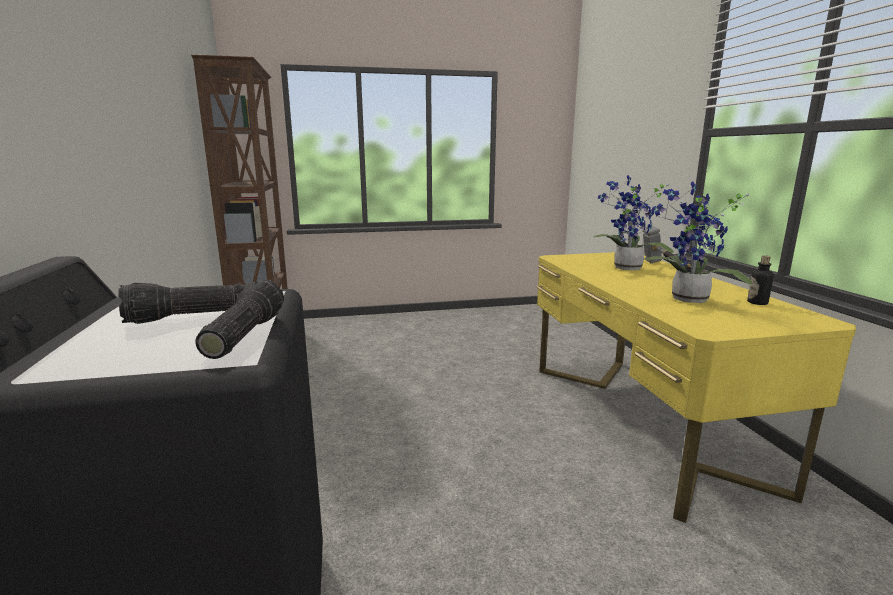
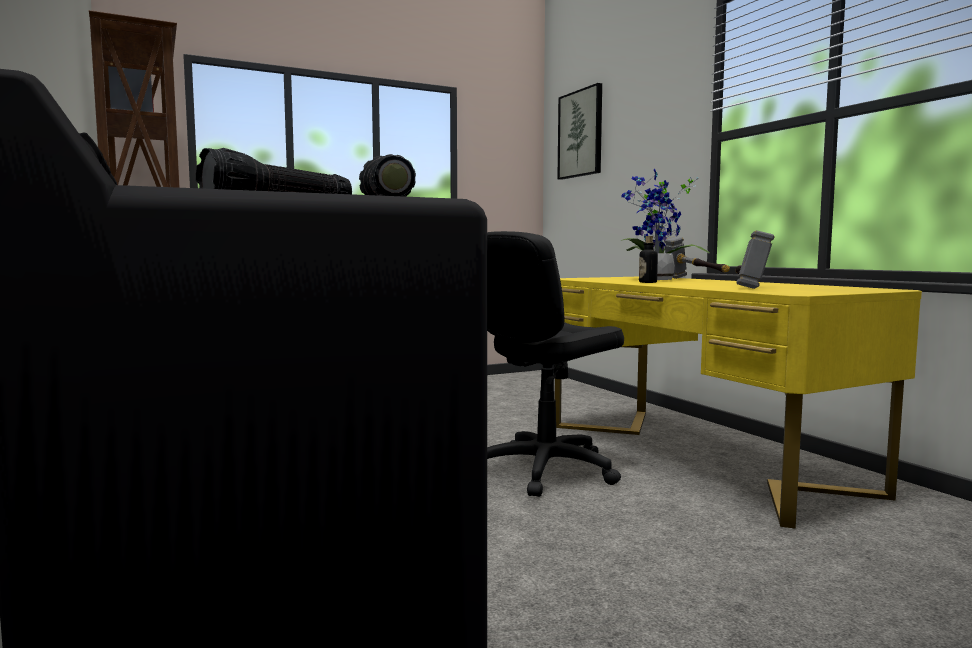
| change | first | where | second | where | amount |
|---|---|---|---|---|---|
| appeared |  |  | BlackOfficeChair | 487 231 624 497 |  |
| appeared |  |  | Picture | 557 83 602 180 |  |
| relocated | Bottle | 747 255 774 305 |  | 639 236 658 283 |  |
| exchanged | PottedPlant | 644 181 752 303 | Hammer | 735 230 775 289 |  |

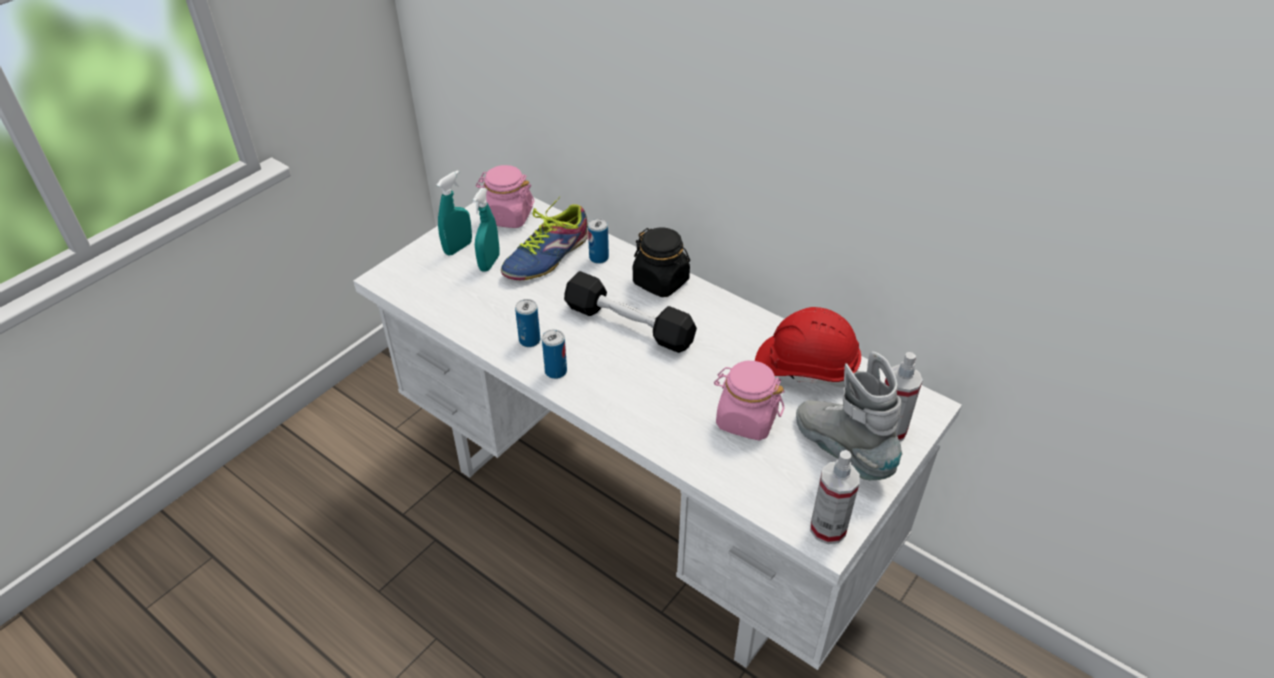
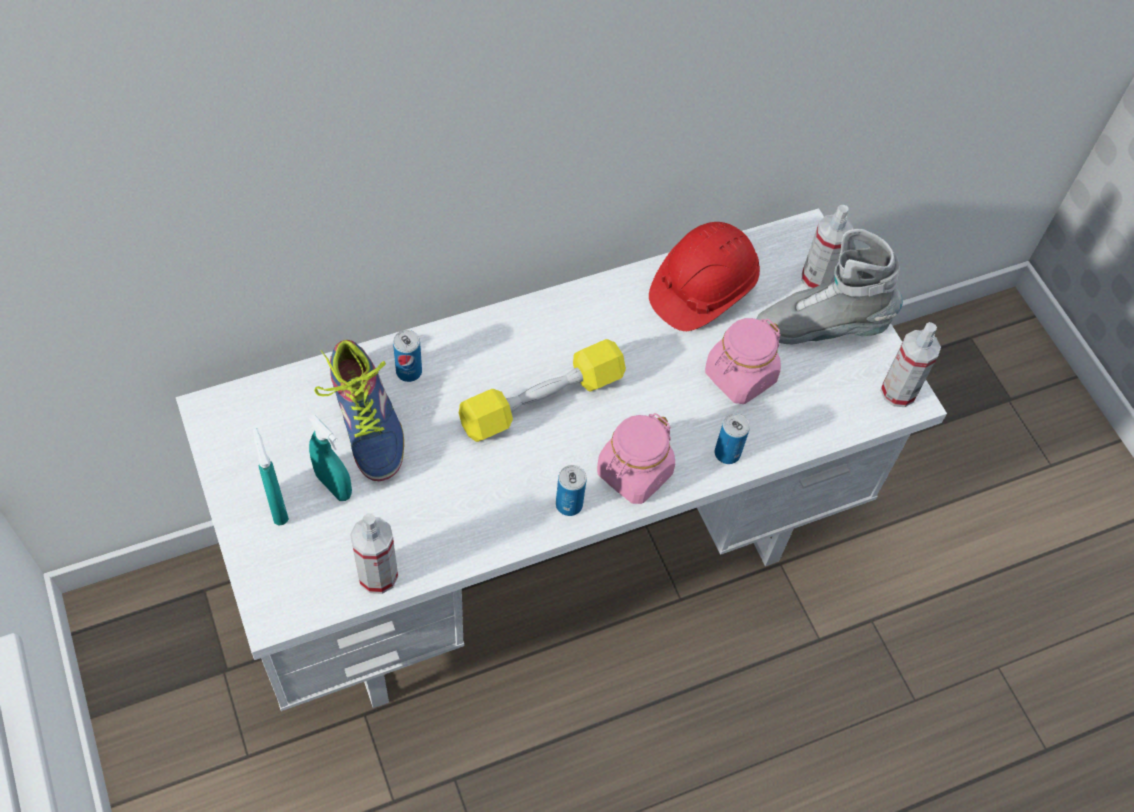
| change | first | where | second | where | amount |
|---|---|---|---|---|---|
| appeared |  |  | SprayBottle | 350 513 398 594 |  |
| colour | BlackDumbbell | 564 271 697 353 | YellowDumbbell | 459 339 626 442 |  |
| relocated | PinkJar | 476 165 534 228 |  | 597 413 675 504 |  |
| relocated | Can | 515 299 540 347 |  | 715 413 750 464 |  |
| missing | BlackJar | 633 228 690 297 |  |  |  |

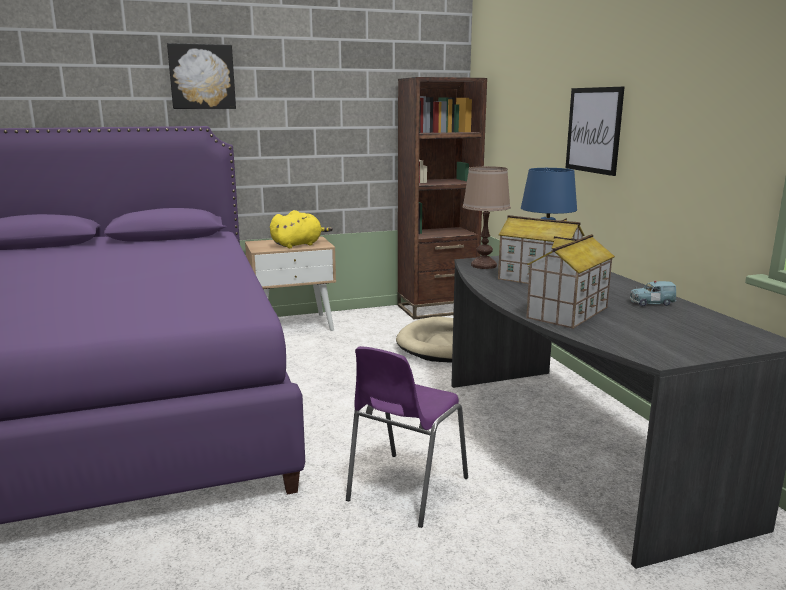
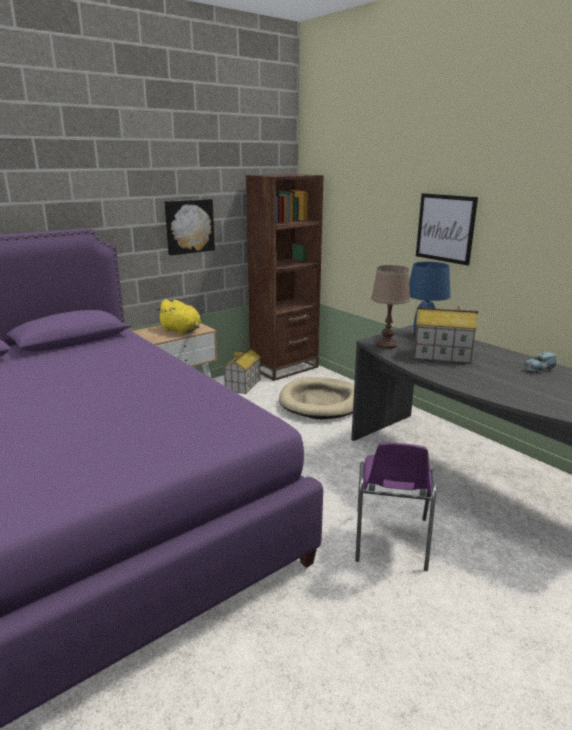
| change | first | where | second | where | amount |
|---|---|---|---|---|---|
| spun | YellowPlushToy | 270 210 333 248 |  | 156 299 201 335 | 90 degrees clockwise |
| relocated | Picture | 167 43 236 109 |  | 165 199 215 255 |  |
| relocated | ToyHouse | 526 234 615 329 |  | 223 347 261 394 |  |

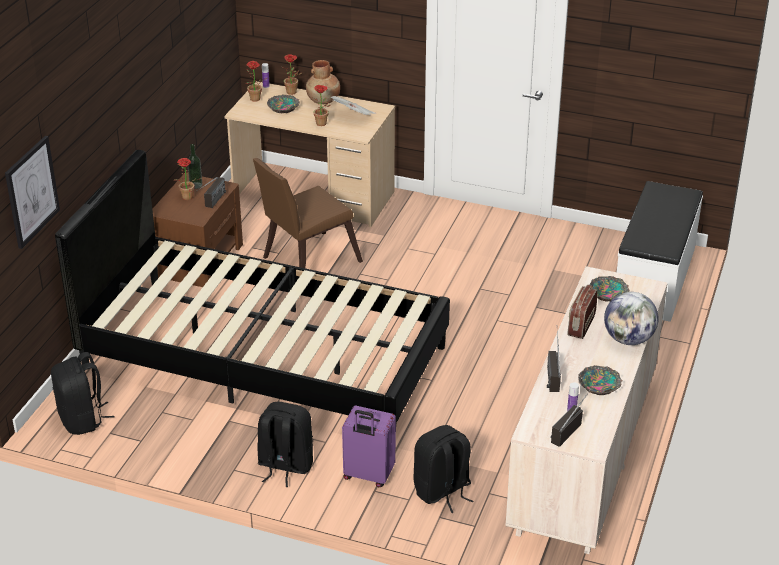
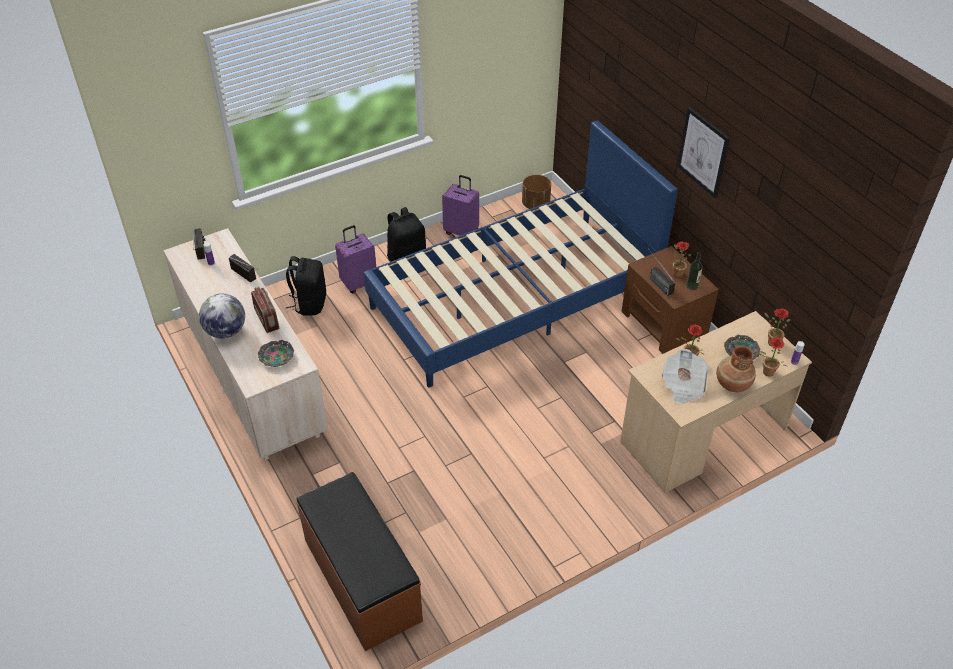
| change | first | where | second | where | amount |
|---|---|---|---|---|---|
| colour | WhiteBench | 617 181 703 322 | BrownBench | 296 472 423 651 |  |
| colour | BlackBed | 55 150 450 423 | BlueBed | 364 120 678 387 |  |
| appeared |  |  | PurpleSuitcase | 442 175 479 236 |  |
| exchanged | BlackBackpack | 51 352 115 435 | BrownPlanter | 522 175 551 209 |  |
| relocated | Picture | 5 136 60 249 |  | 677 107 730 198 |  |
| missing | BrownChair | 253 158 363 268 |  |  |  |
| missing | Bowl | 578 365 622 395 |  |  |  |

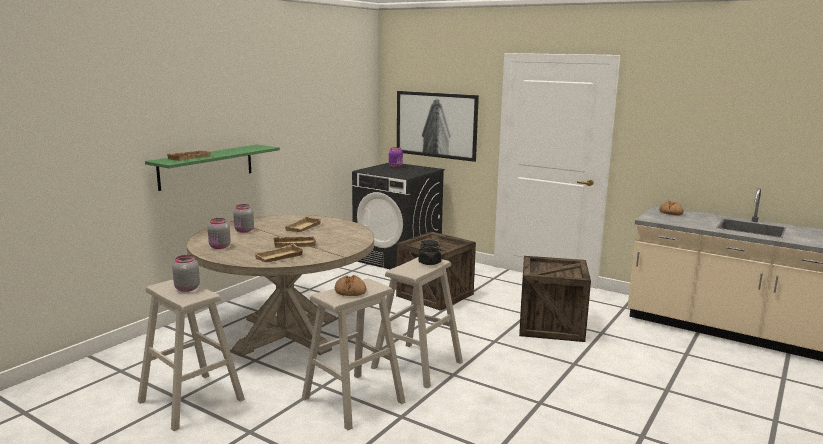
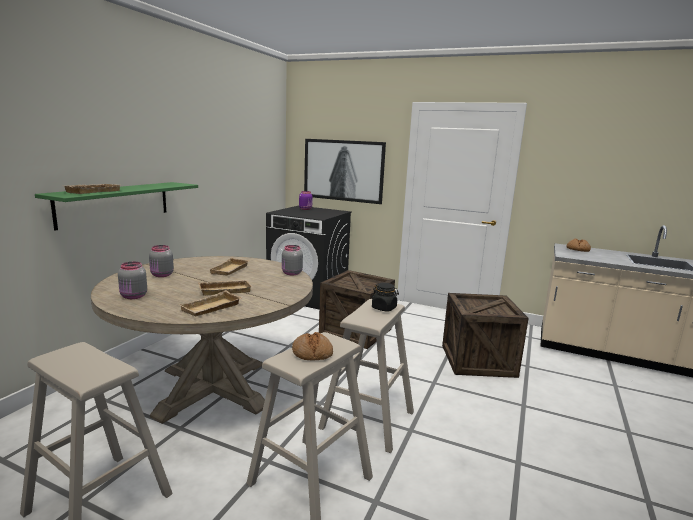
| change | first | where | second | where | amount |
|---|---|---|---|---|---|
| relocated | GreyJar | 172 255 200 292 |  | 282 245 303 275 |  |

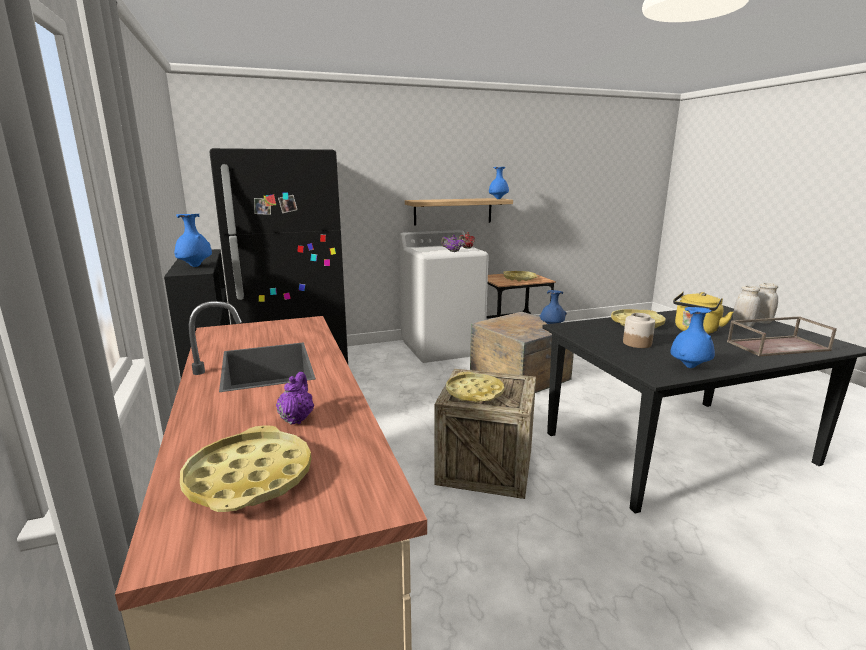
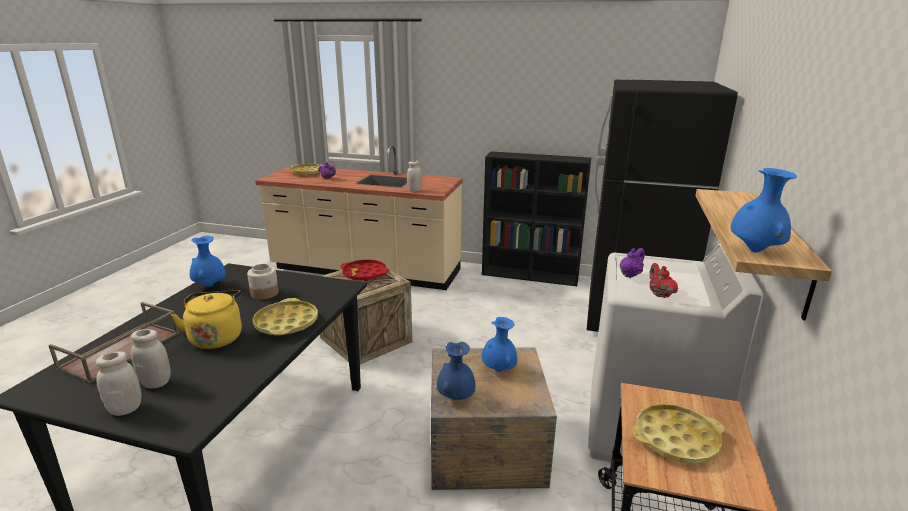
| change | first | where | second | where | amount |
|---|---|---|---|---|---|
| colour | YellowTray | 446 372 504 403 | RedTray | 340 260 389 281 |  |
| appeared |  |  | WhiteJar | 407 160 422 192 |  |
| relocated | BlueVase | 174 214 212 267 |  | 482 317 517 372 |  |

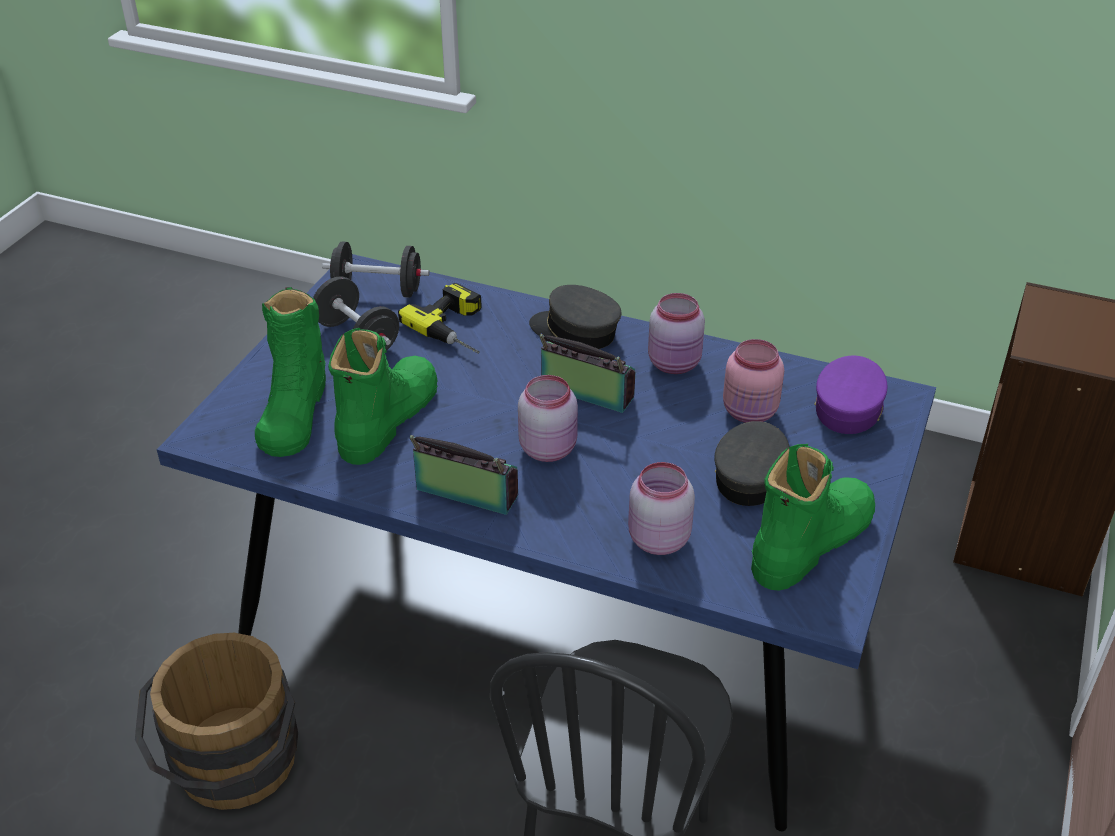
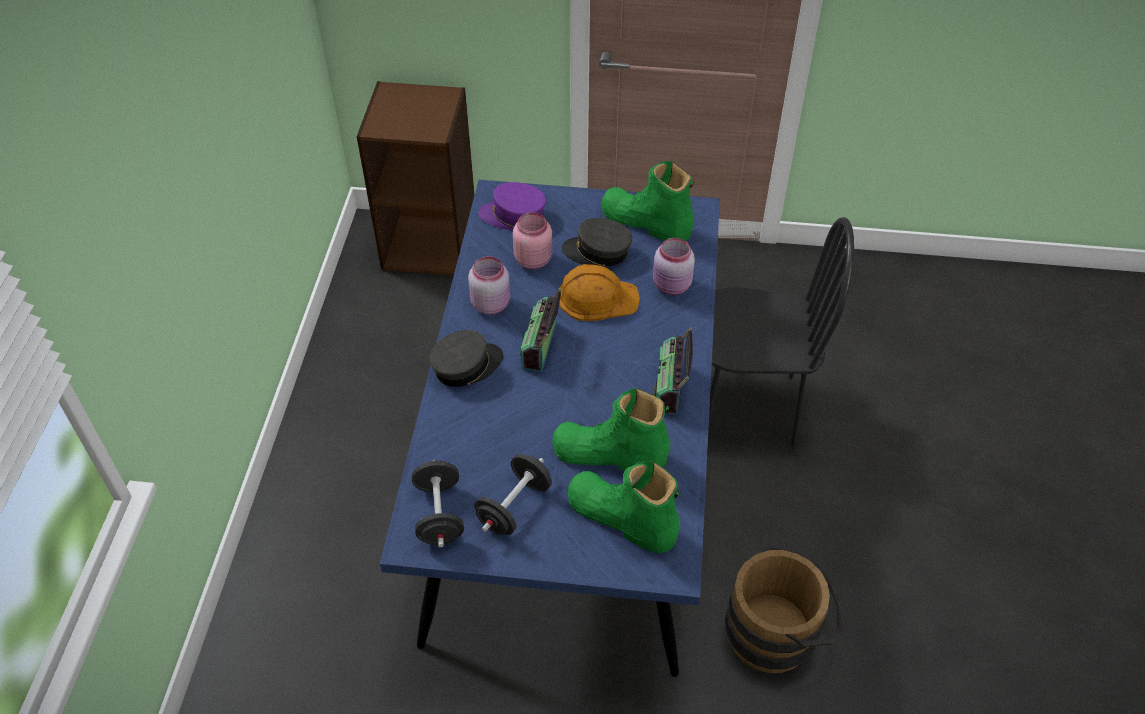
| change | first | where | second | where | amount |
|---|---|---|---|---|---|
| spun | GreyCap | 529 285 622 349 |  | 429 330 503 387 | 135 degrees counterclockwise |
| appeared |  |  | OrangeHardHat | 558 264 640 321 |  |
| spun | GreenBoot | 255 287 326 457 |  | 568 461 680 554 | 135 degrees counterclockwise |
| missing | PowerDrill | 398 283 482 354 |  |  |  |
| missing | PinkJar | 518 375 578 462 |  |  |  |

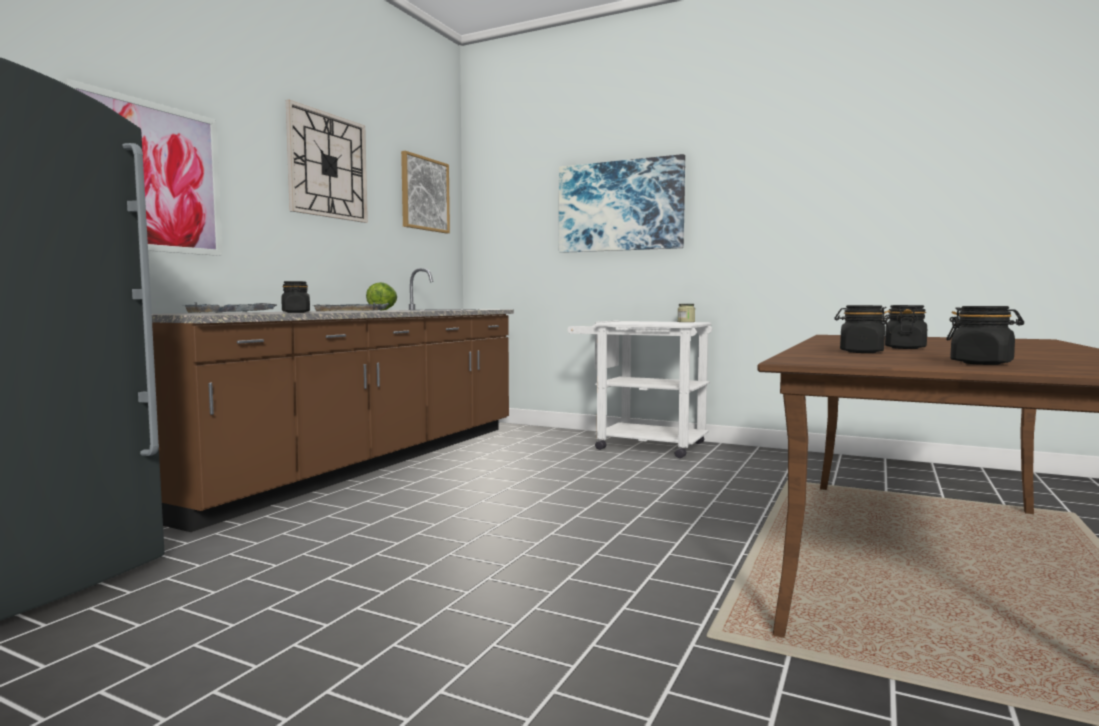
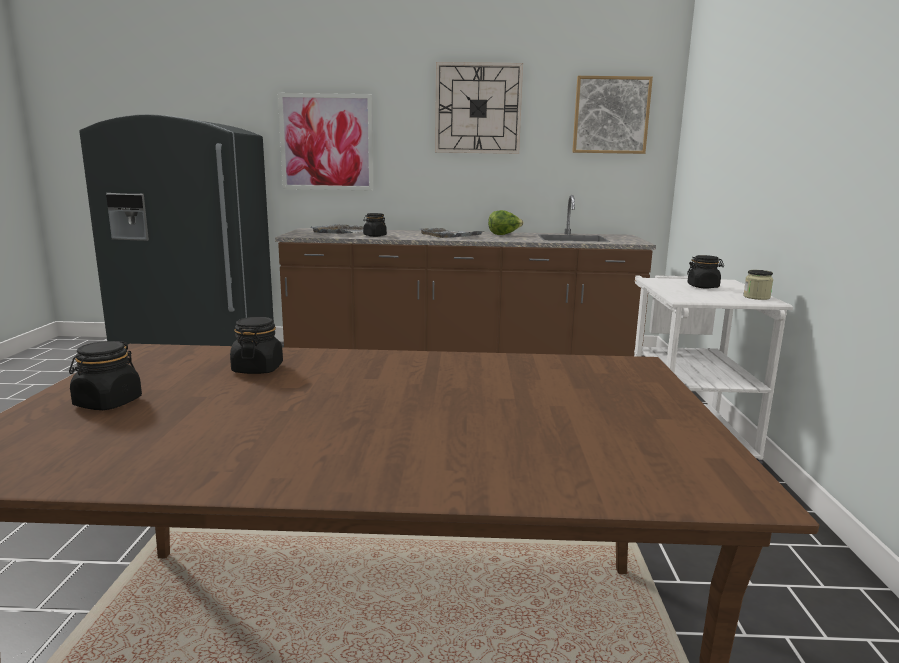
| change | first | where | second | where | amount |
|---|---|---|---|---|---|
| relocated | BlackJar | 885 305 927 349 |  | 687 255 724 289 |  |
| missing | Picture | 559 154 685 253 |  |  |  |

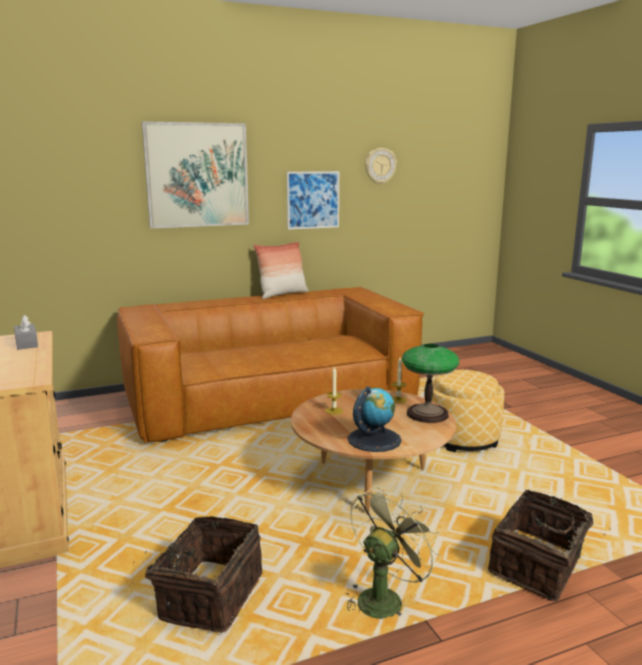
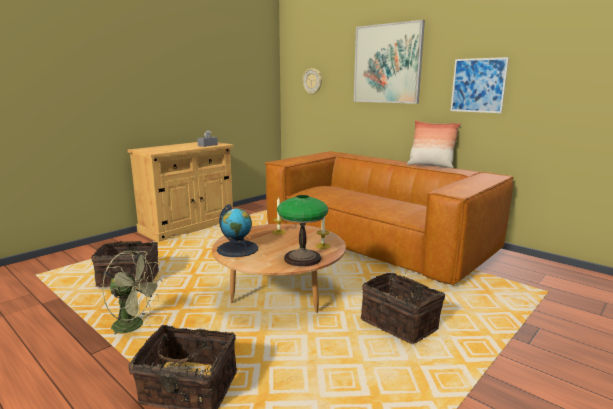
| change | first | where | second | where | amount |
|---|---|---|---|---|---|
| relocated | WallClock | 365 148 397 185 |  | 302 68 322 95 |  |
| exchanged | Ottoman | 432 370 505 452 | Basket | 360 273 445 344 |  |

